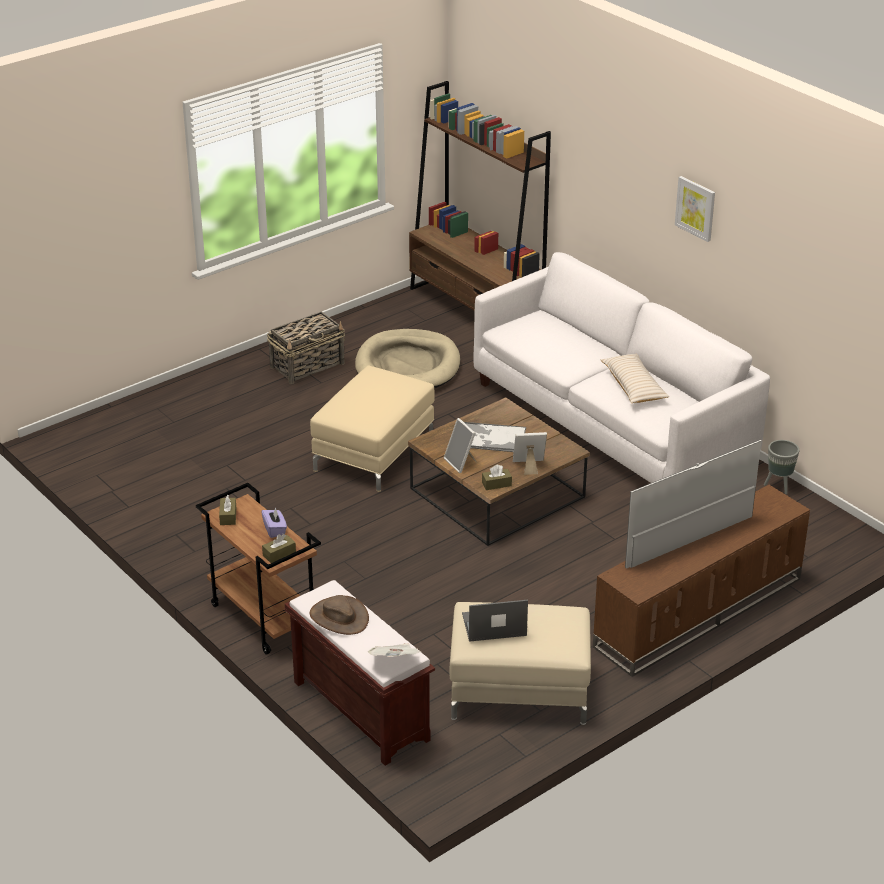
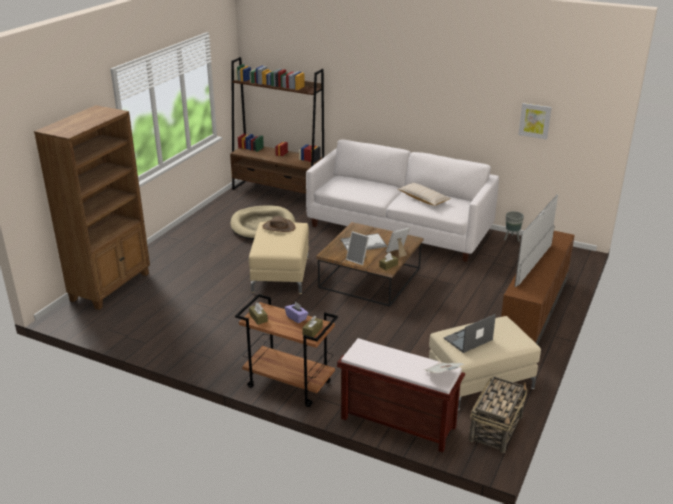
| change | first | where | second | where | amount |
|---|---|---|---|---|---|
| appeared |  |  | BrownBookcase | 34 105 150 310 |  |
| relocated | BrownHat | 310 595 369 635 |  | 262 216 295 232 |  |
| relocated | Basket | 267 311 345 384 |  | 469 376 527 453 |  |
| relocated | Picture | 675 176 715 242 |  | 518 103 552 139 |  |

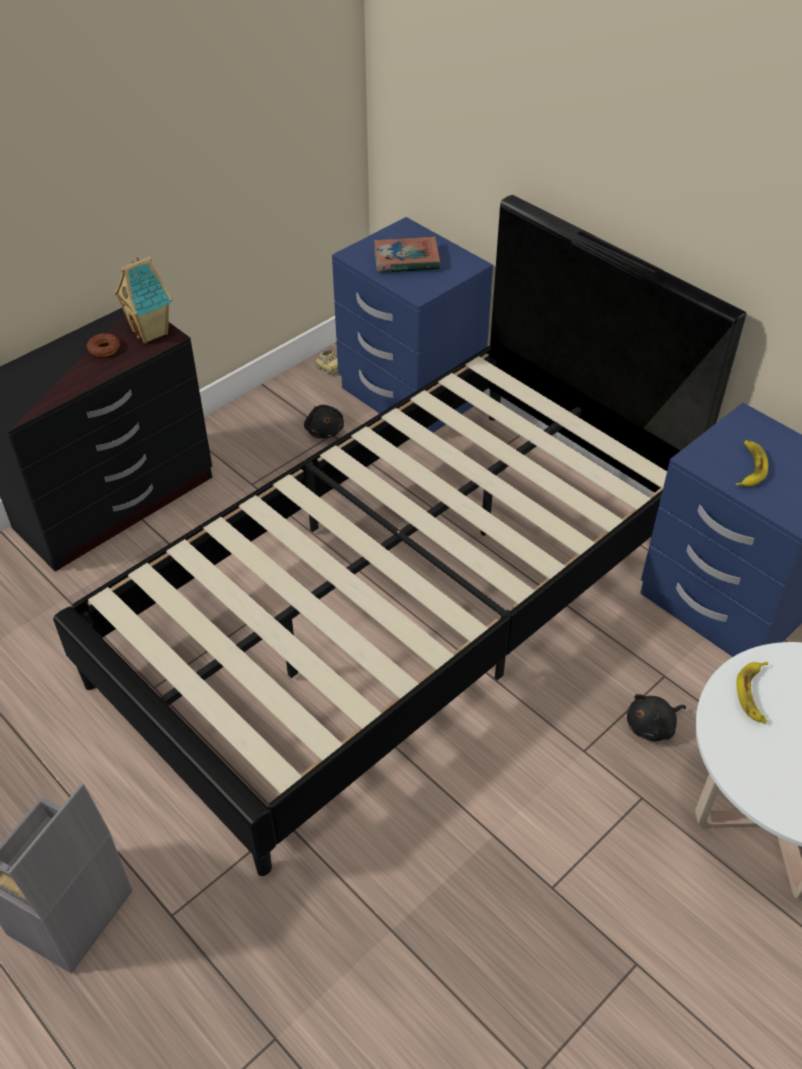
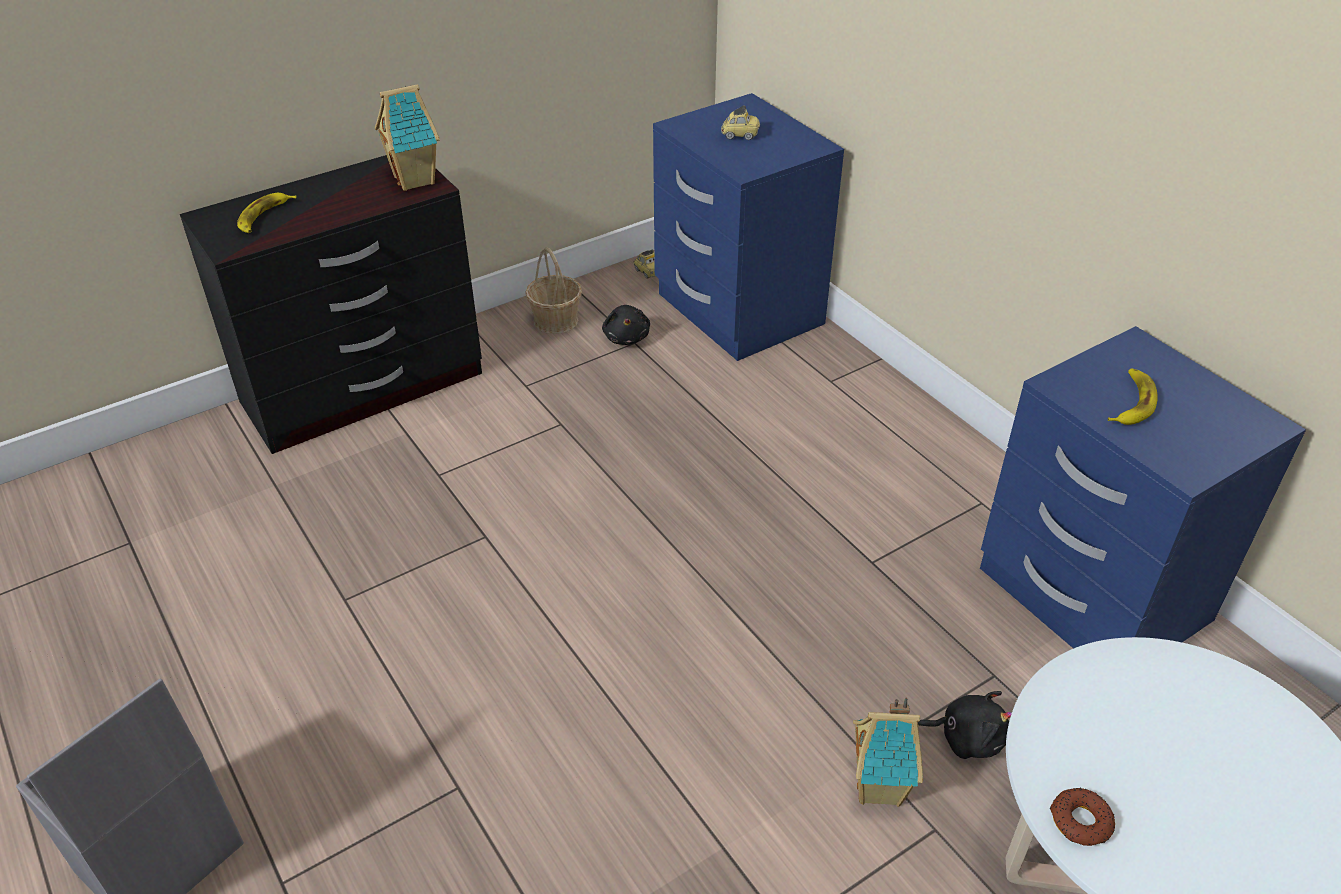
| change | first | where | second | where | amount |
|---|---|---|---|---|---|
| relocated | Banana | 736 662 768 723 |  | 237 193 297 233 |  |
| appeared |  |  | Basket | 525 247 582 334 |  |
| exchanged | Book | 374 236 440 273 | ToyCar | 721 105 760 140 |  |
| appeared |  |  | ToyHouse | 853 697 923 807 |  |
| spun | BlackPlushToy | 627 694 686 741 |  | 918 691 1012 759 | 150 degrees counterclockwise |
| relocated | Donut | 87 333 120 357 |  | 1050 788 1115 846 |  |
| missing | BlackBed | 53 195 746 876 |  |  |  |

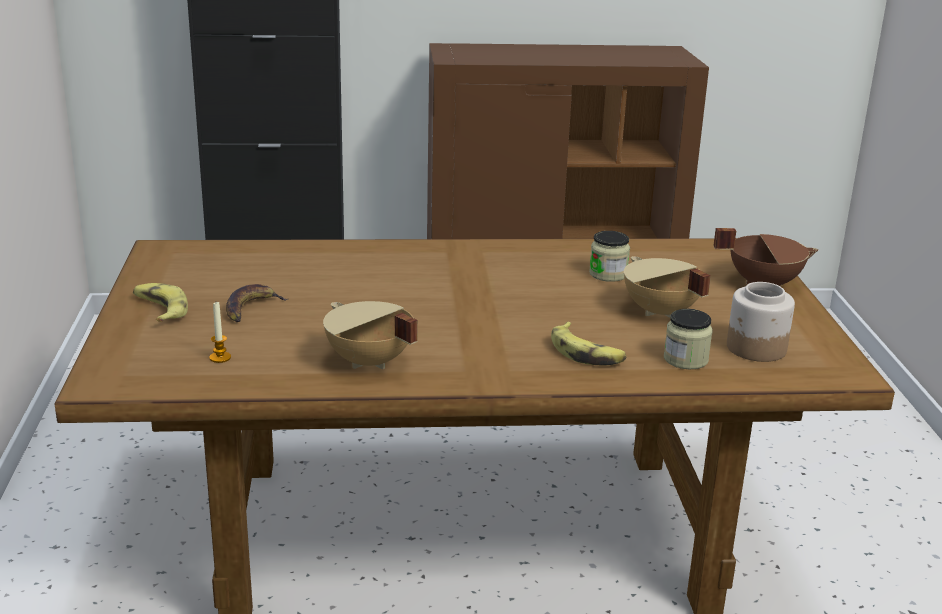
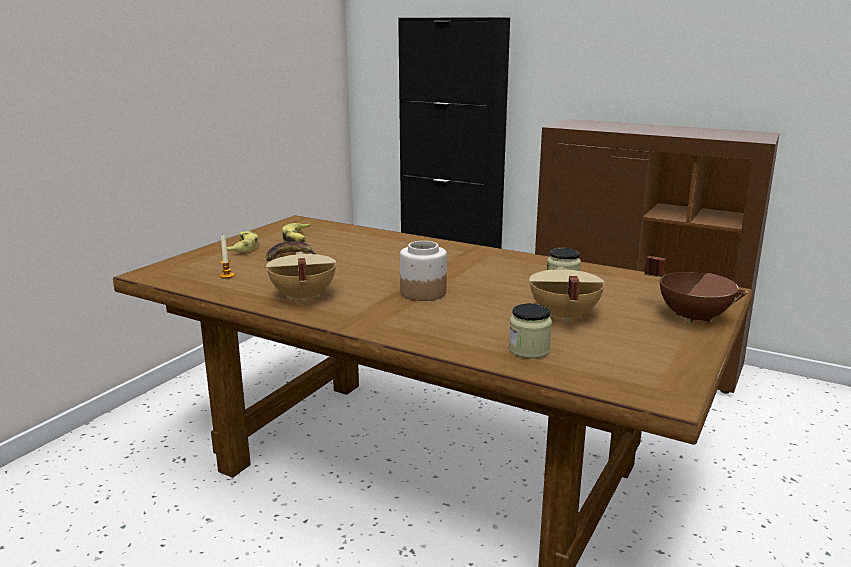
| change | first | where | second | where | amount |
|---|---|---|---|---|---|
| relocated | Banana | 551 322 627 366 |  | 282 223 311 242 |  |
| relocated | Jar | 727 282 795 362 |  | 400 241 447 301 |  |

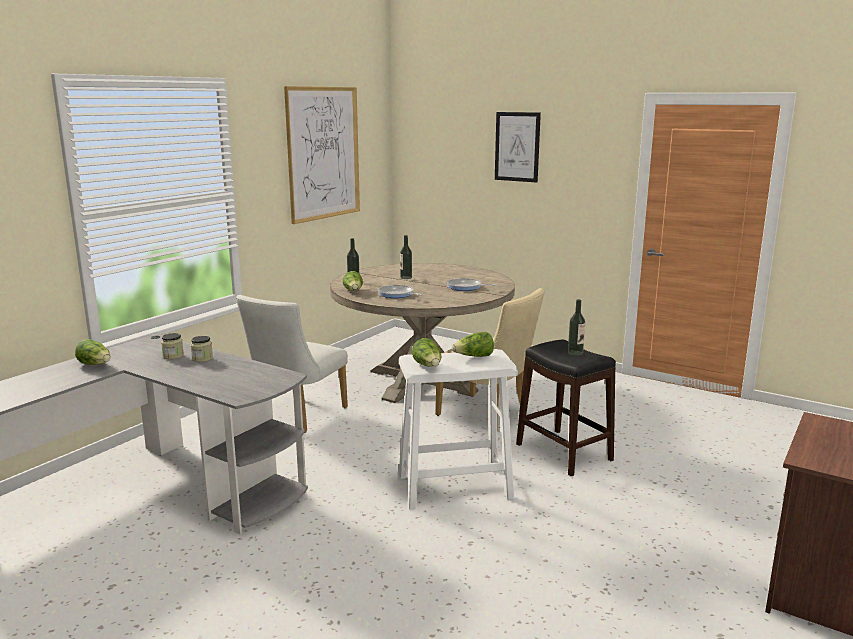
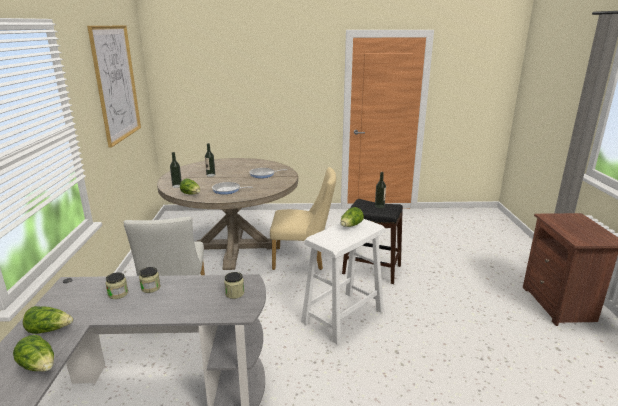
| change | first | where | second | where | amount |
|---|---|---|---|---|---|
| relocated | Lettuce | 412 338 442 366 |  | 13 335 54 371 |  |
| appeared |  |  | Jar | 224 272 244 299 |  |
| missing | Picture | 495 112 541 183 |  |  |  |

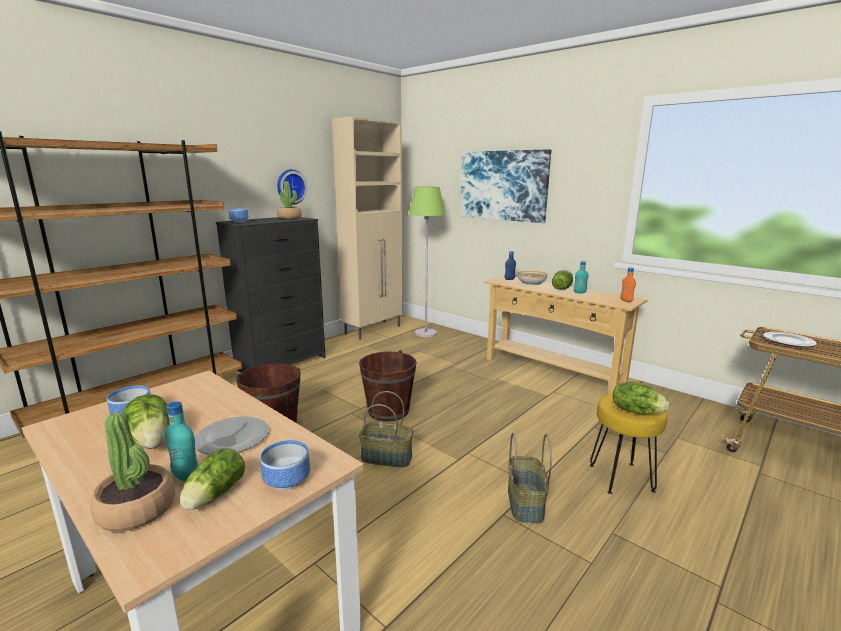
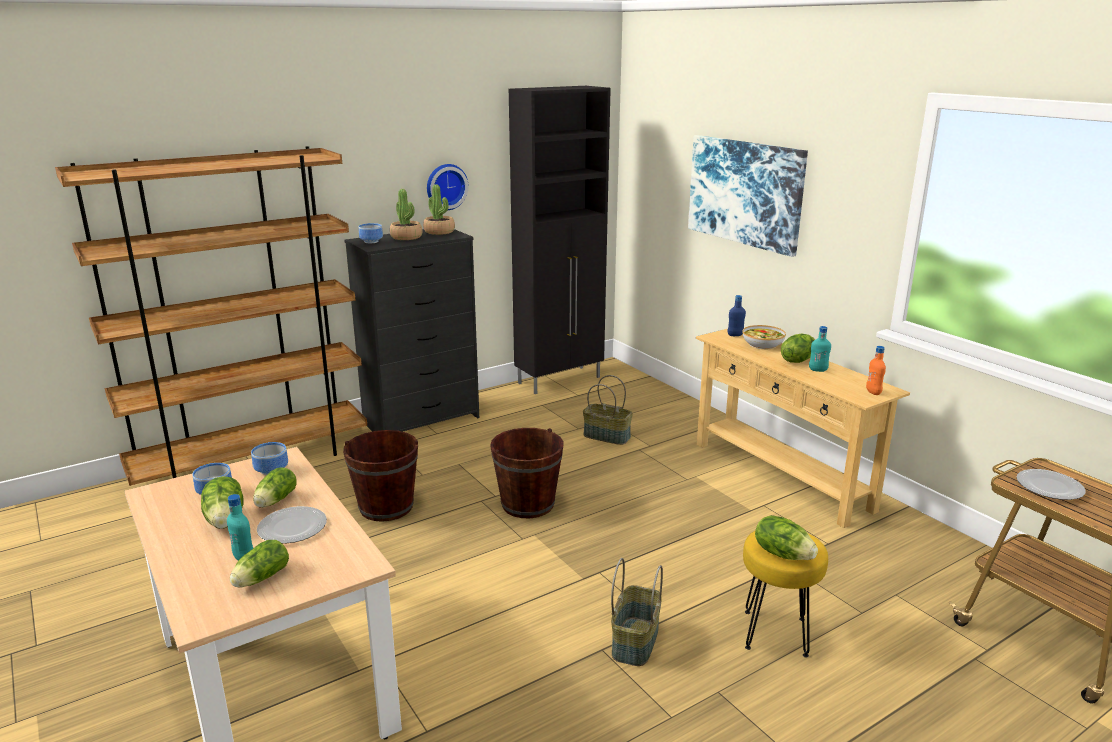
| change | first | where | second | where | amount |
|---|---|---|---|---|---|
| relocated | Bowl | 260 440 310 490 |  | 251 442 288 475 |  |
| appeared |  |  | Lettuce | 253 467 297 508 |  |
| relocated | PottedPlant | 90 412 175 532 |  | 390 189 422 240 |  |
| colour | BeigeCabinet | 332 116 403 340 | BlackCabinet | 509 86 611 394 |  |
| relocated | Basket | 359 391 413 467 |  | 583 375 633 445 |  |
| missing | GreenFloorLamp | 408 186 446 337 |  |  |  |

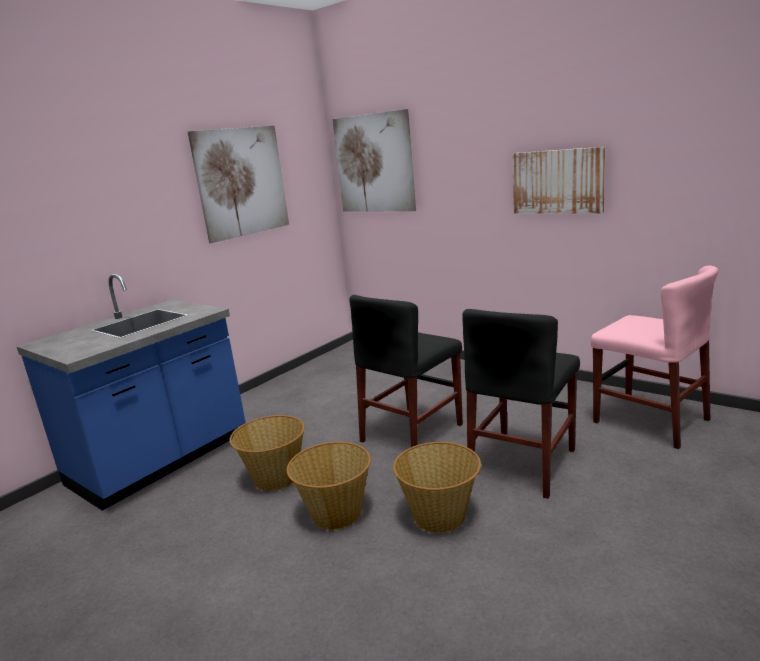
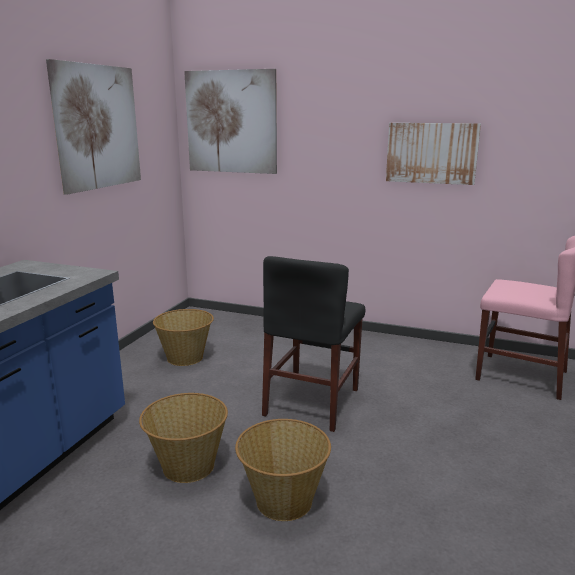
| change | first | where | second | where | amount |
|---|---|---|---|---|---|
| relocated | Basket | 393 442 481 533 |  | 153 309 214 366 |  |
| missing | BlackChair | 462 309 580 499 |  |  |  |

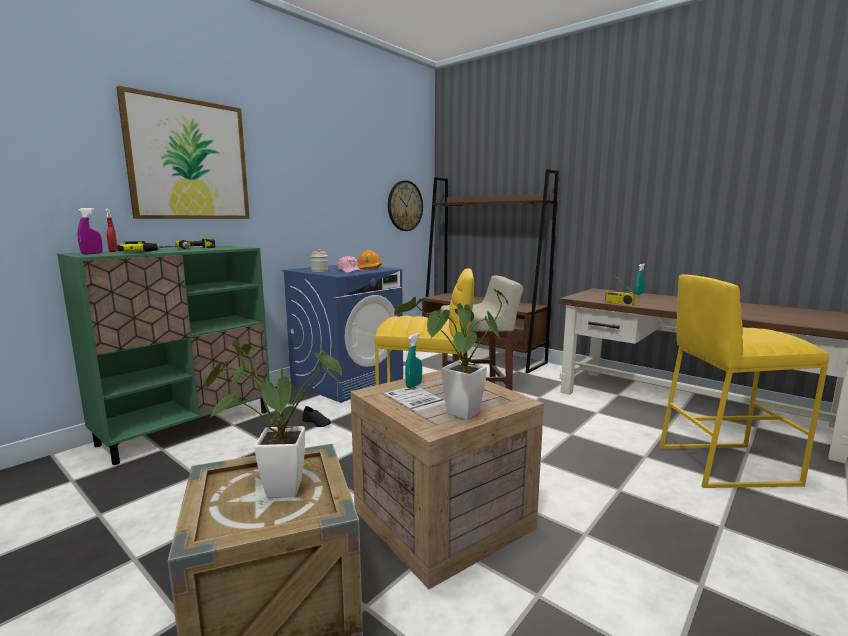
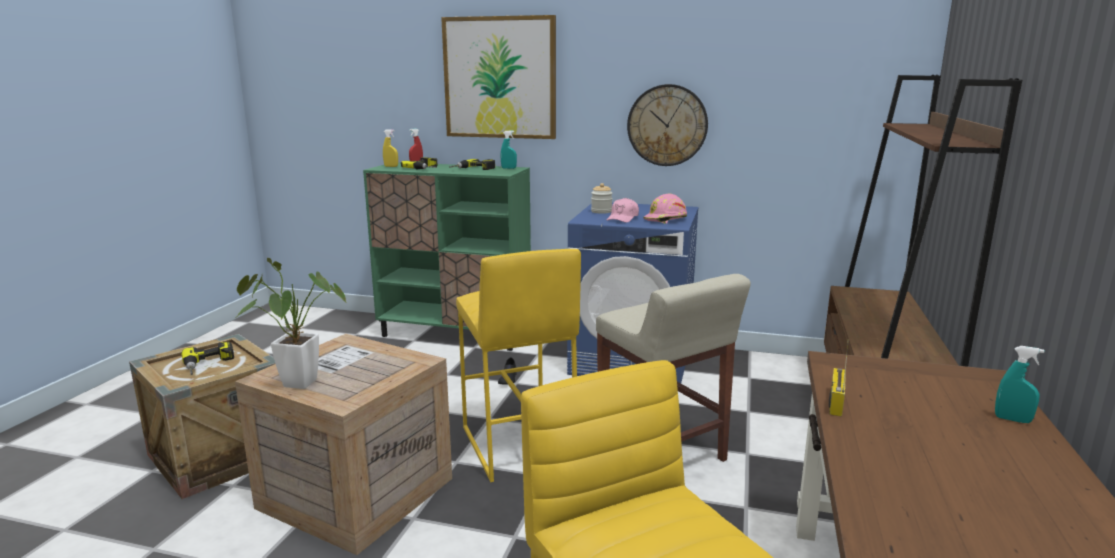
| change | first | where | second | where | amount |
|---|---|---|---|---|---|
| exchanged | PottedPlant | 205 340 342 498 | PowerDrill | 181 342 234 375 |  |
| colour | PurpleSprayBottle | 78 208 103 255 | YellowSprayBottle | 383 129 398 167 |  |
| relocated | TurquoiseSprayBottle | 405 333 422 388 |  | 501 131 517 169 |  |
| relocated | WallClock | 388 180 423 231 |  | 627 84 708 166 |  |
| colour | OrangeHardHat | 358 250 382 270 | PinkHardHat | 643 193 687 224 |  |

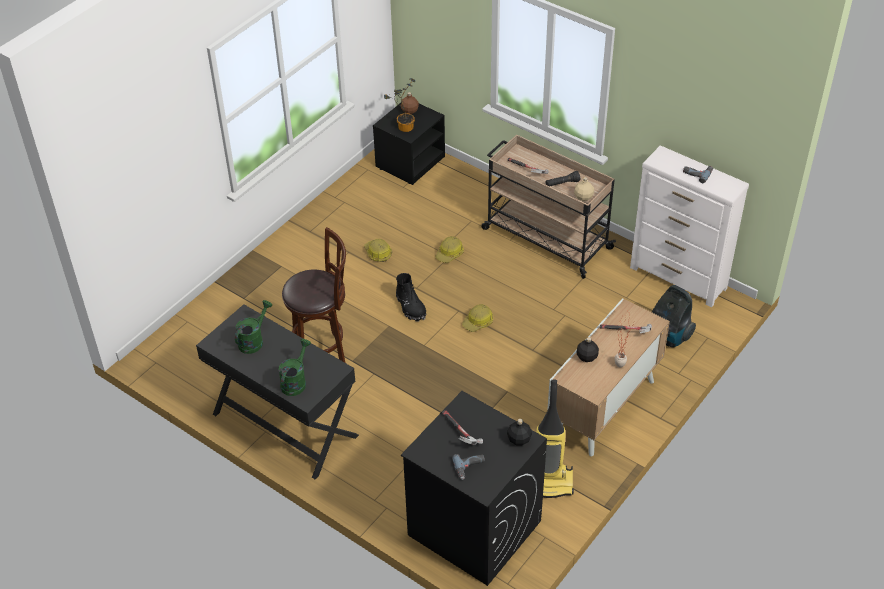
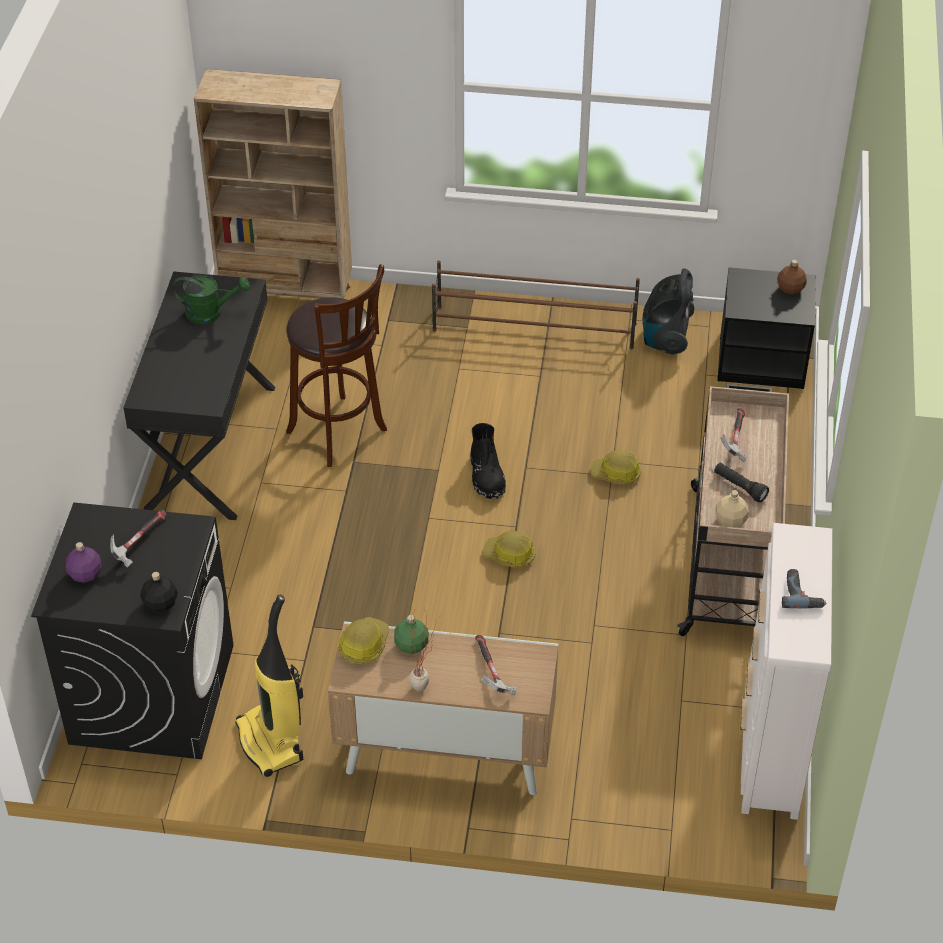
| change | first | where | second | where | amount |
|---|---|---|---|---|---|
| exchanged | PowerDrill | 452 454 485 480 | PurpleBottle | 66 542 101 583 |  |
| appeared |  |  | BeigeBookcase | 194 69 352 299 |  |
| relocated | HardHat | 364 239 392 262 |  | 338 617 389 664 |  |
| colour | BlackBottle | 576 337 599 362 | GreenBottle | 394 615 429 654 |  |
| appeared |  |  | BrownShoeRack | 432 261 640 350 |  |
| spun | BlackBoot | 396 273 426 322 |  | 470 423 506 500 | 45 degrees counterclockwise |
| relocated | VacuumCleaner | 652 285 696 348 |  | 643 268 695 355 |  |
| missing | GreenWateringCan | 279 339 311 396 |  |  |  |
| missing | PottedPlant | 384 78 415 132 |  |  |  |

